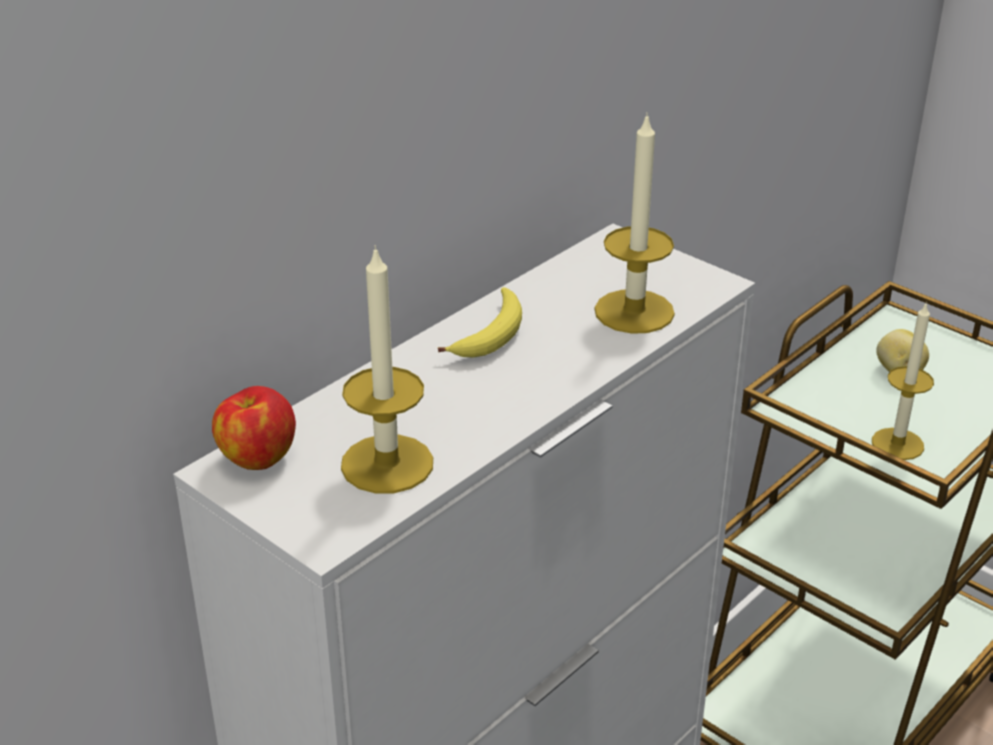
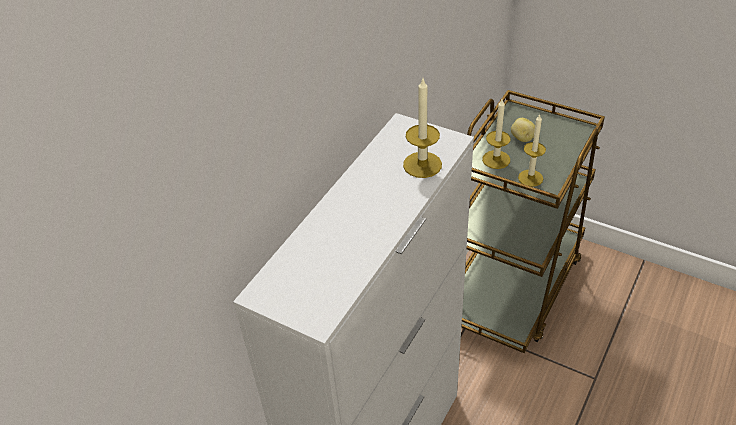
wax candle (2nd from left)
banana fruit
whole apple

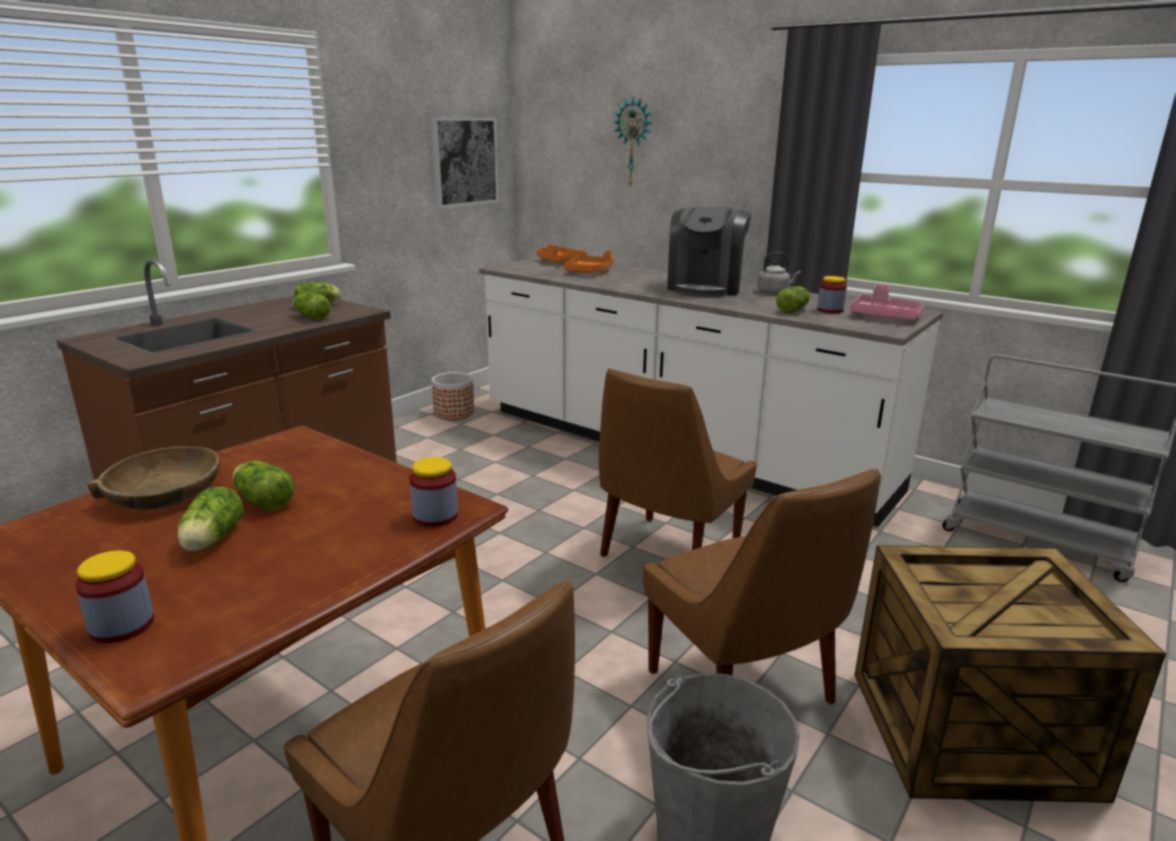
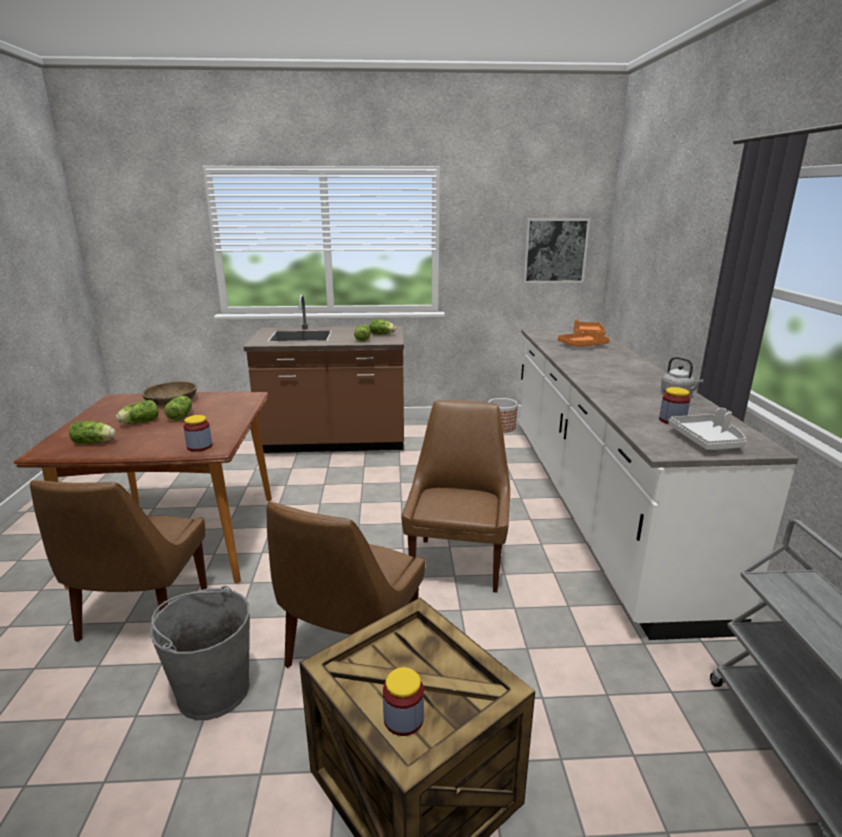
clock on the wall
coffee machine
greyish serving tray
head of lettuce (1st from left)
brownish upright chair (3rd from left)
preserve jar (2nd from left)

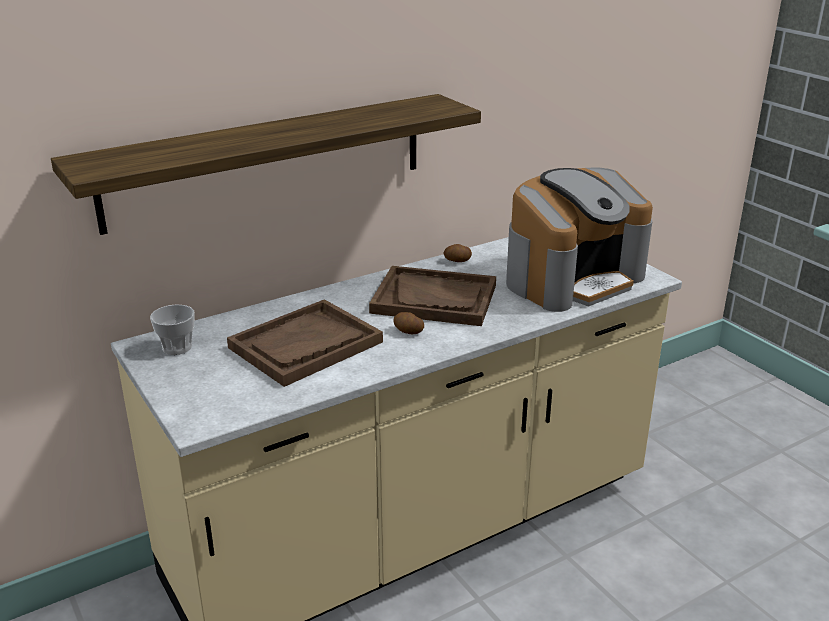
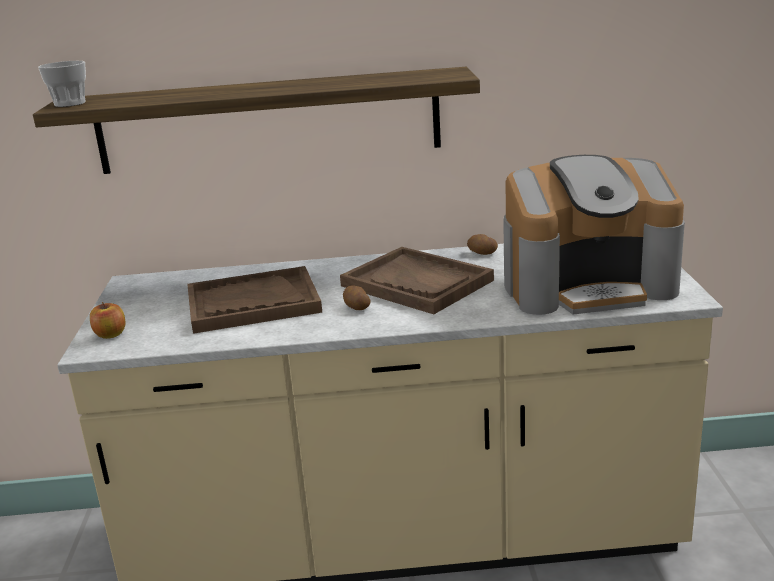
drinking cup
whole apple

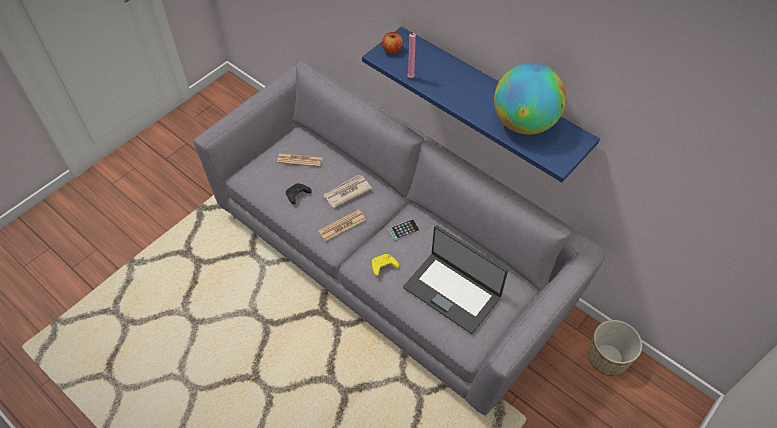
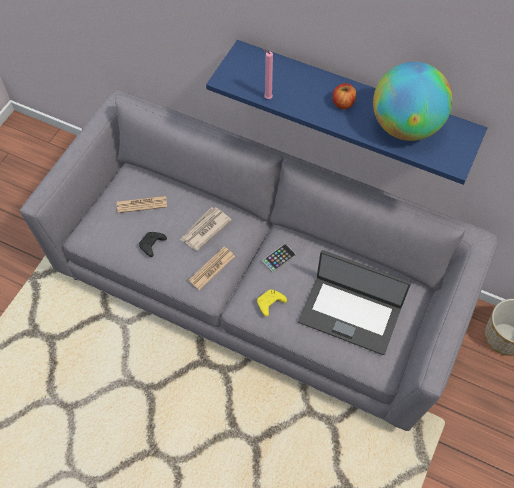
whole apple

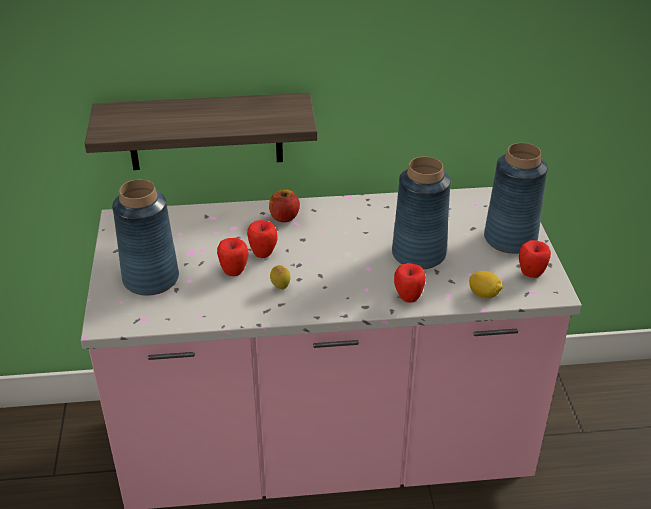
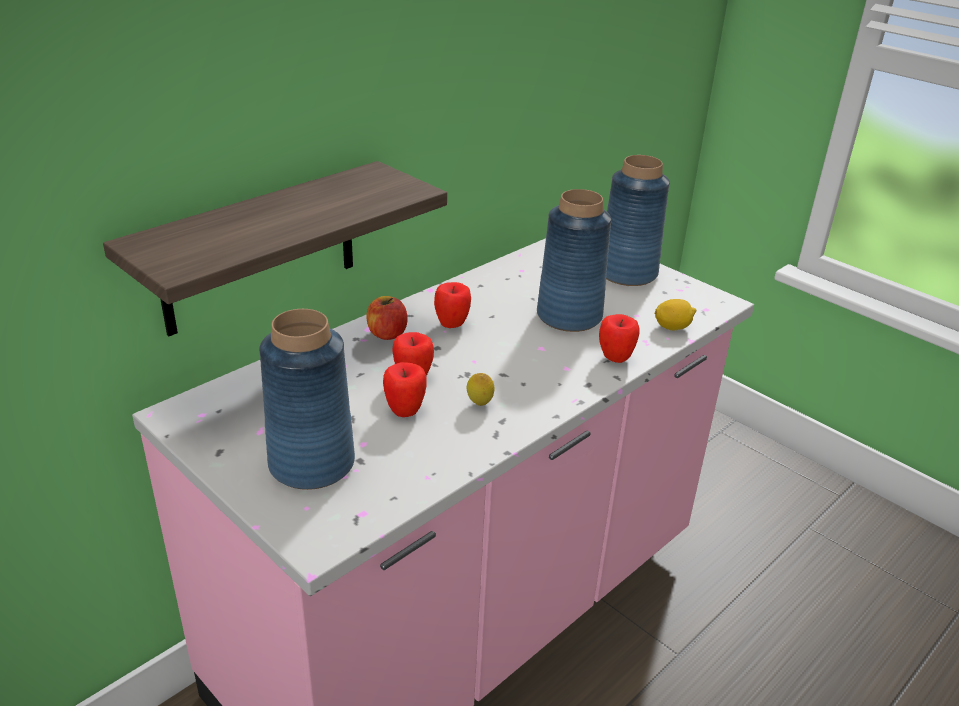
whole apple (4th from left)

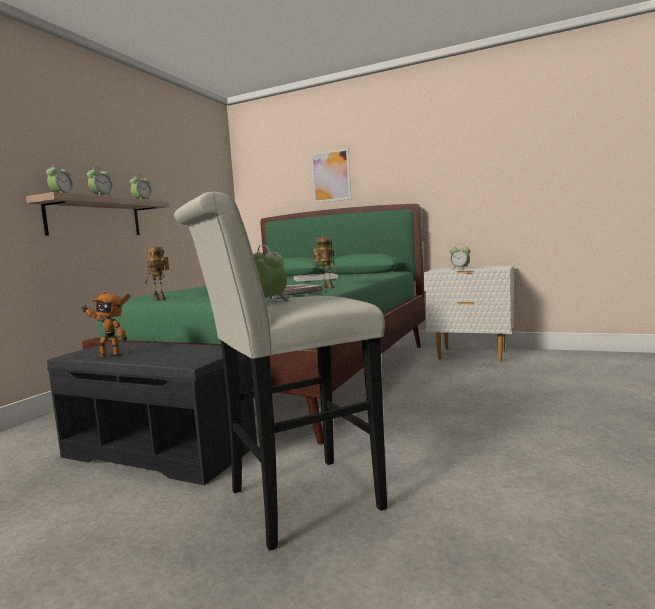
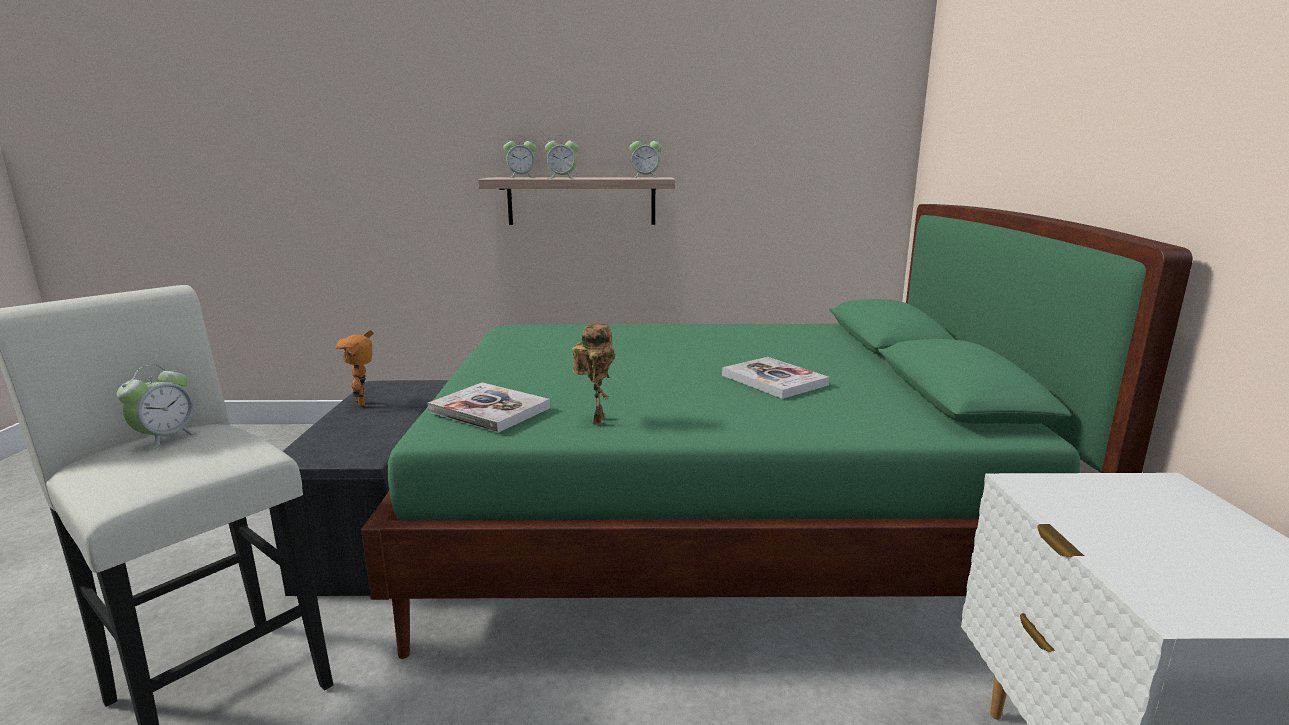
wall picture
table clock (5th from left in the first image)
toy robot (2nd from left in the first image)

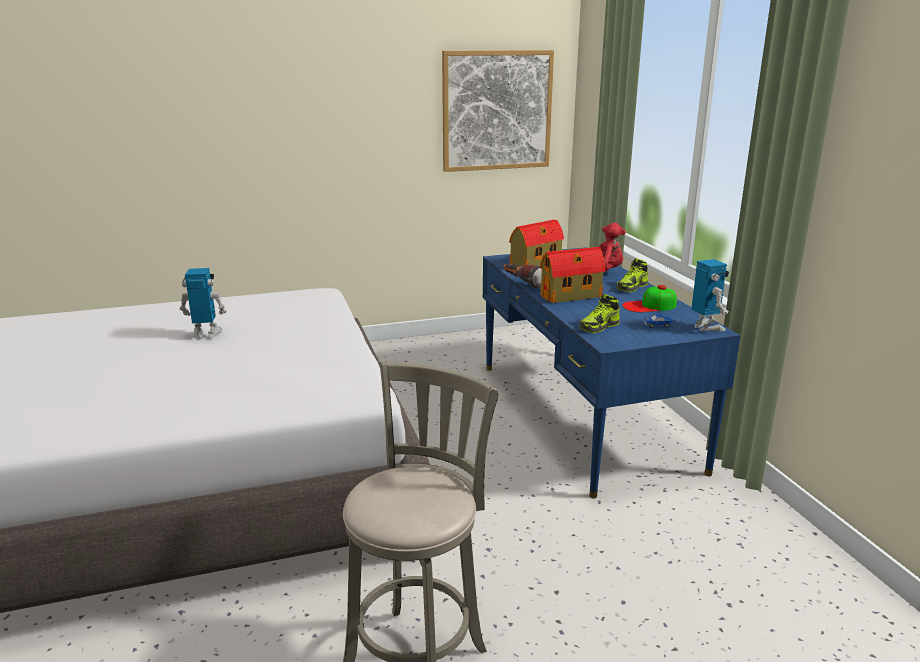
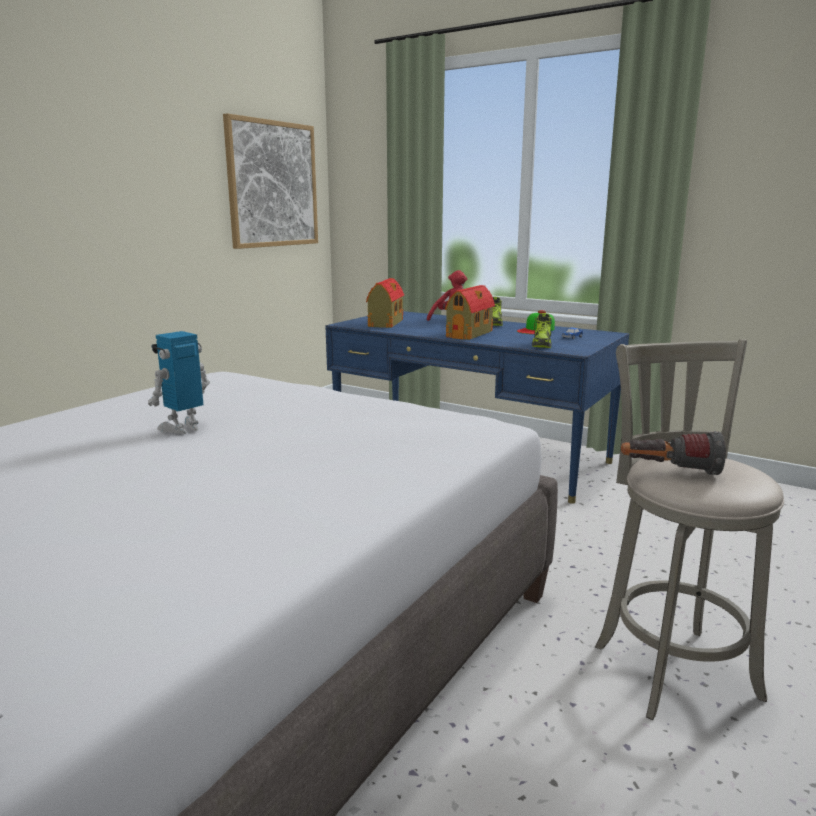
toy robot (2nd from left in the first image)
flashlight

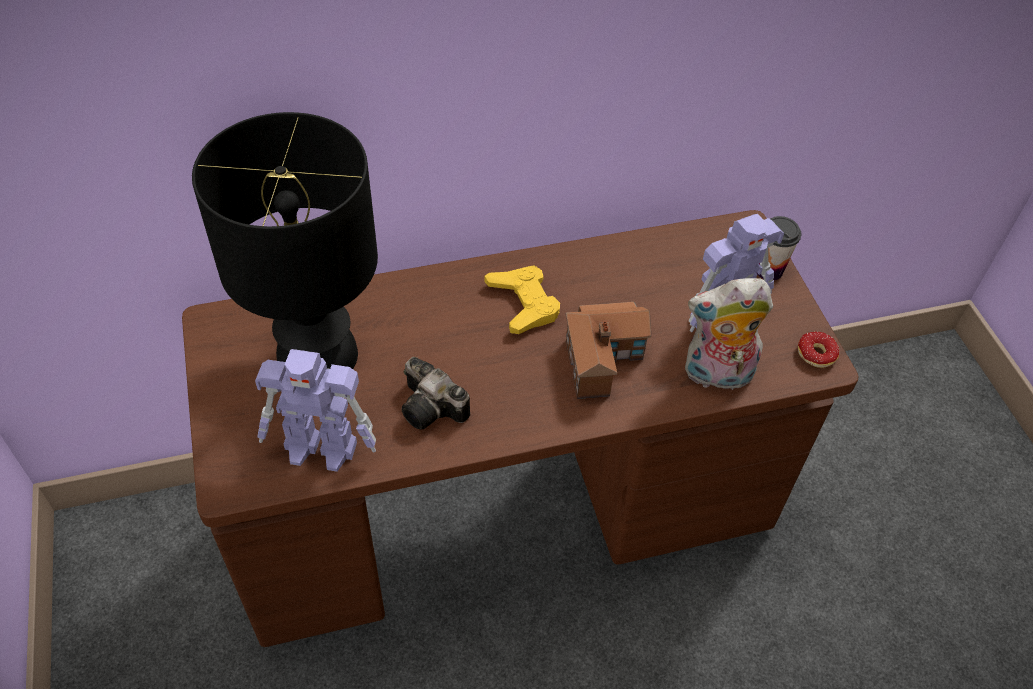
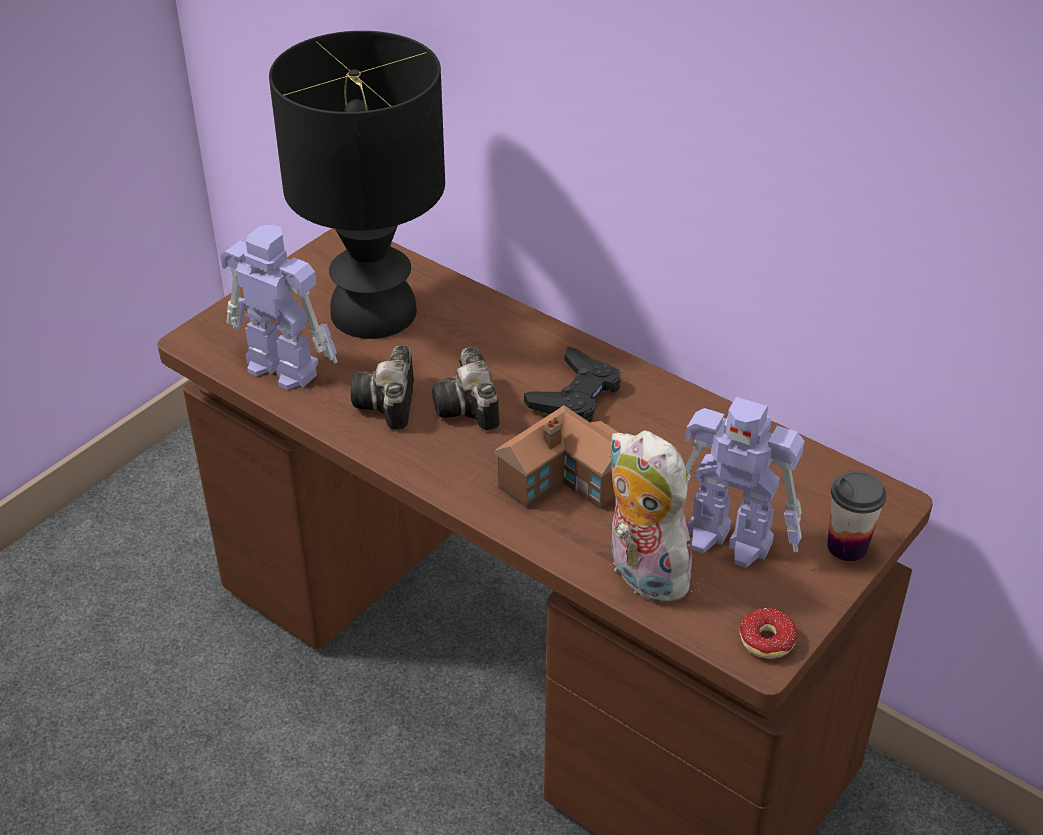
blackish gamepad
toy robot (1st from left)
photo camera (2nd from left)

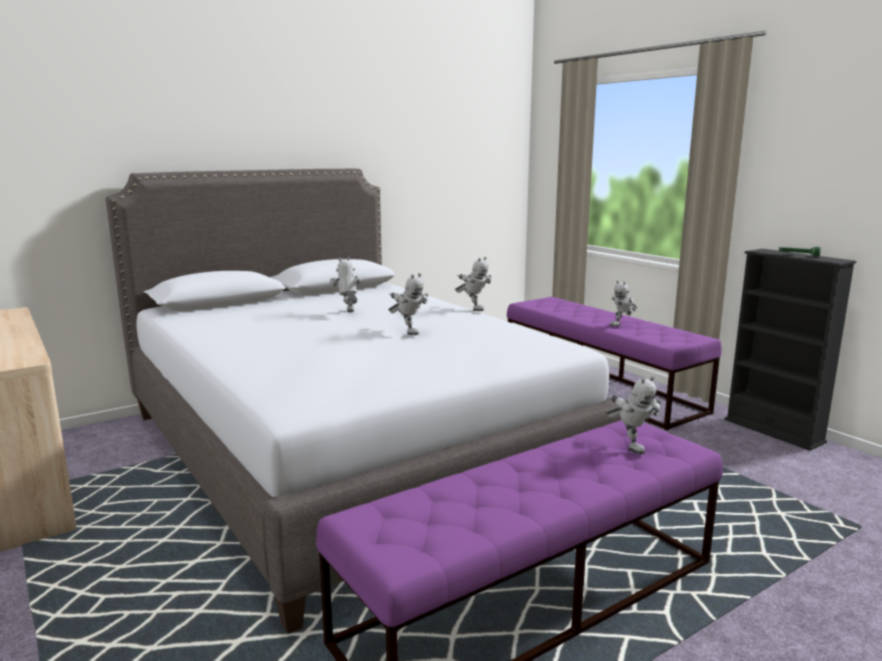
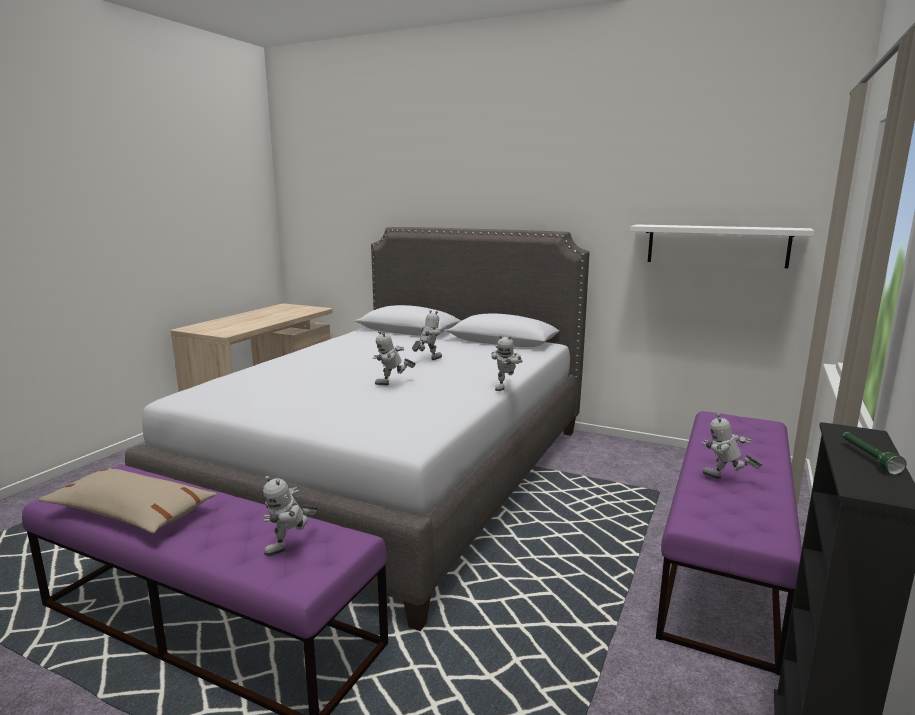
toy robot (2nd from left)
white wall shelf
beige-coloured pillow

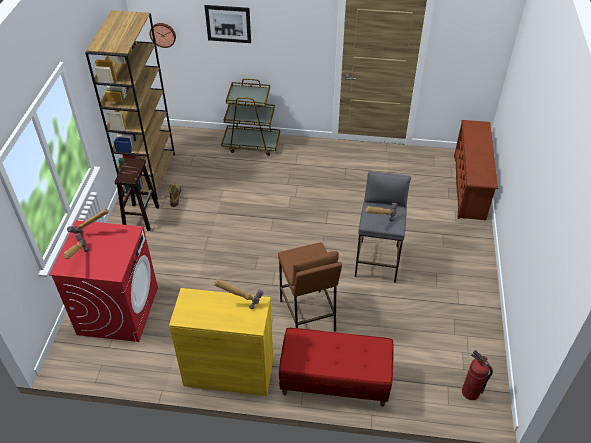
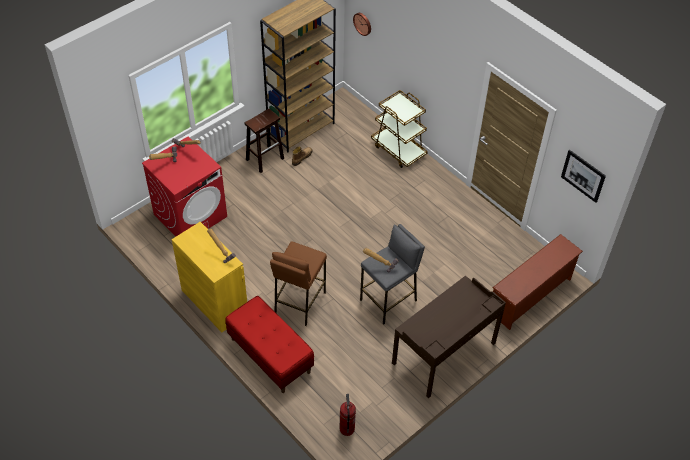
wall picture
brownish desk

